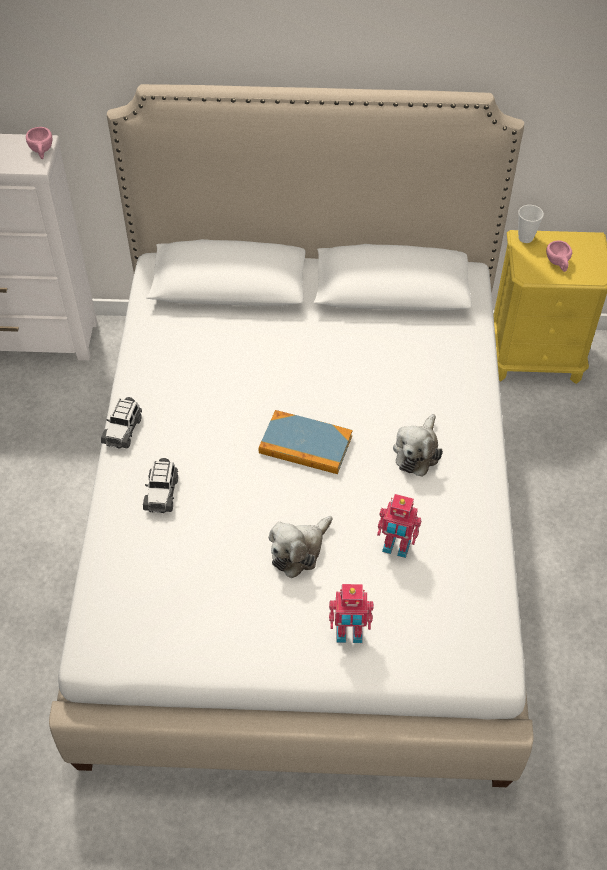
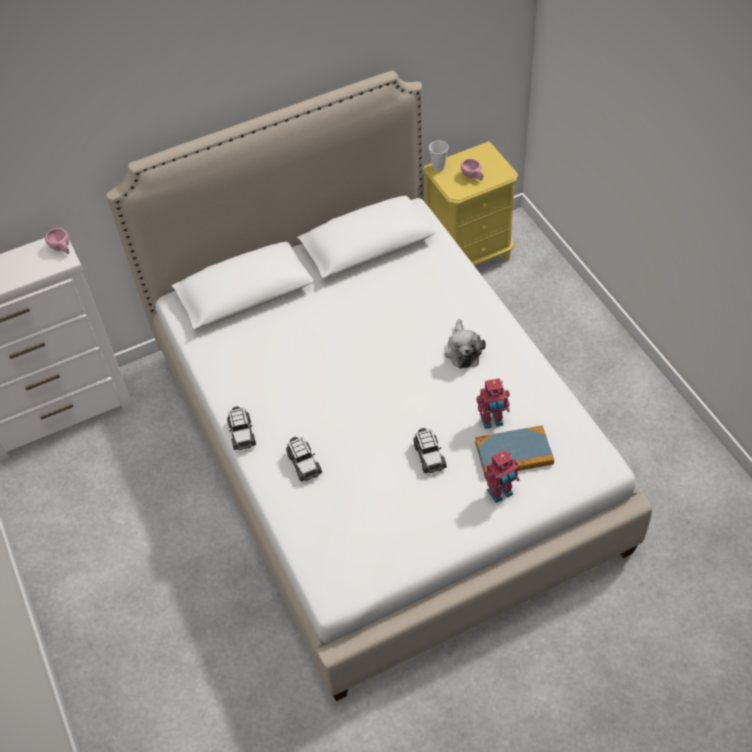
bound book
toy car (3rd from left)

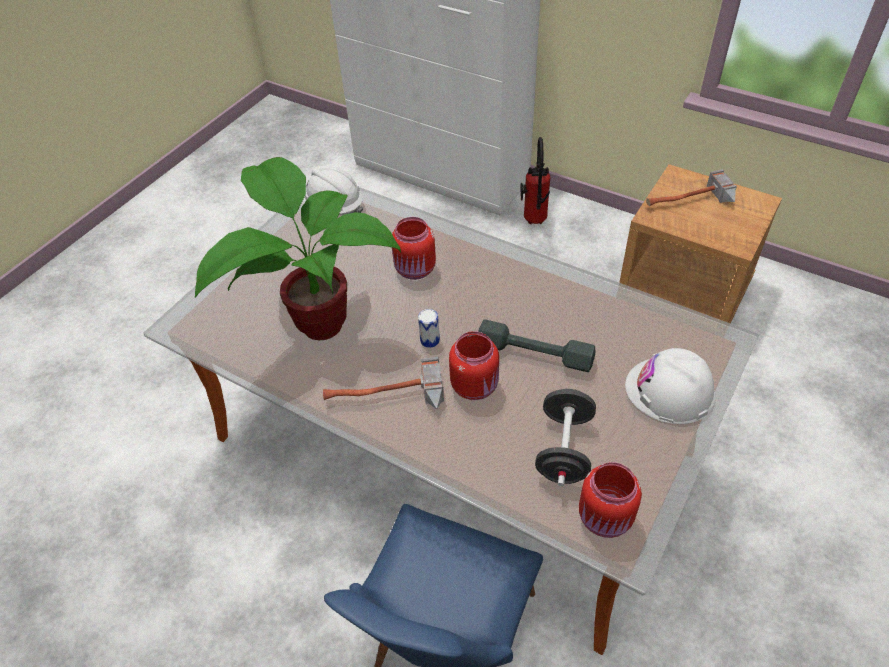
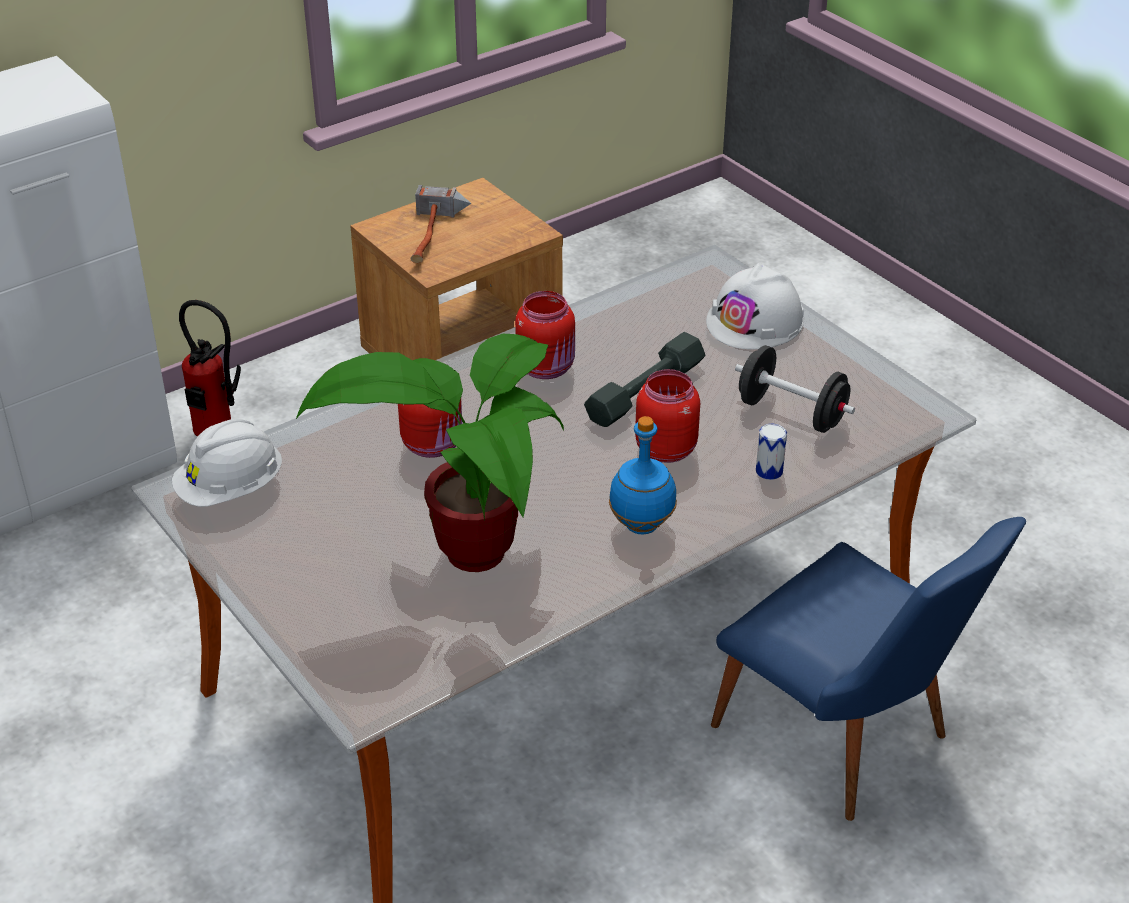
metal can
bluish drink bottle
red-coloured preserve jar (2nd from left)

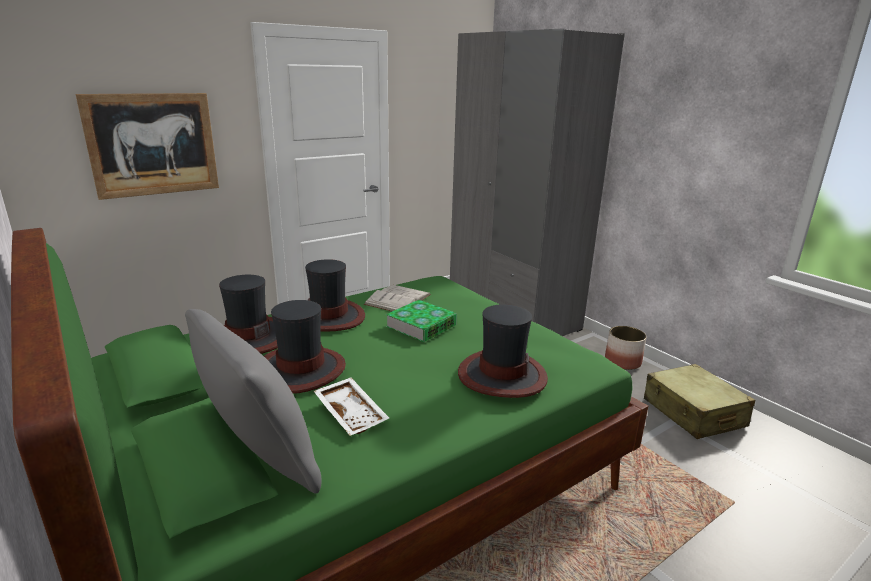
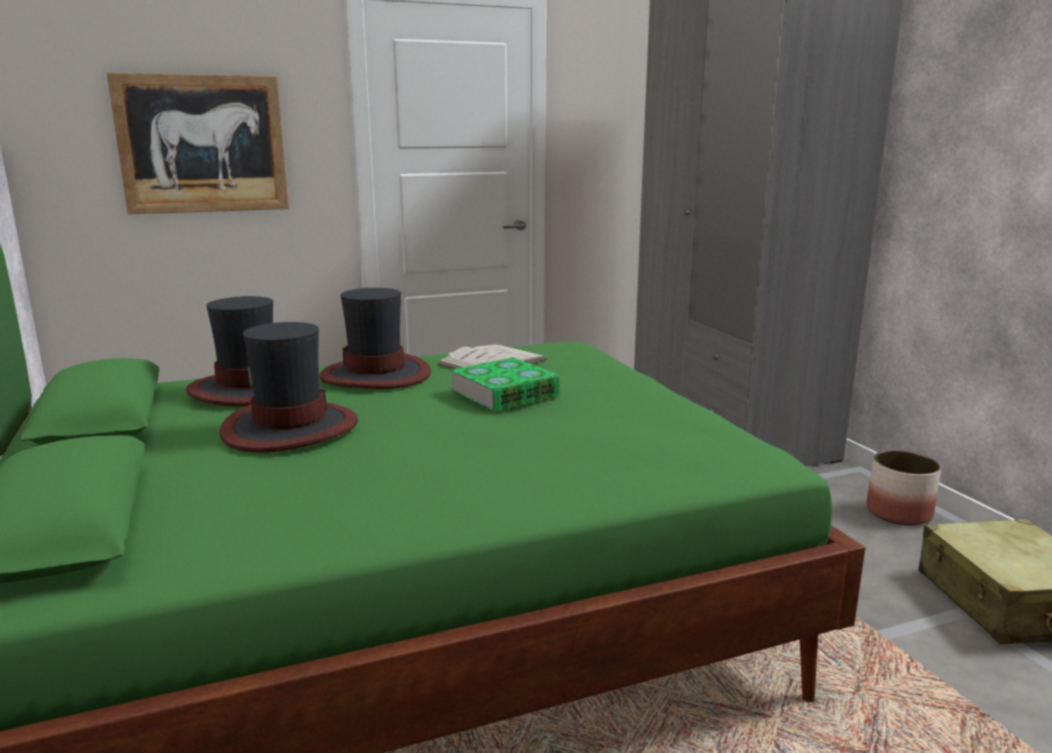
hat (4th from left in the first image)
greyish pillow
white serving tray

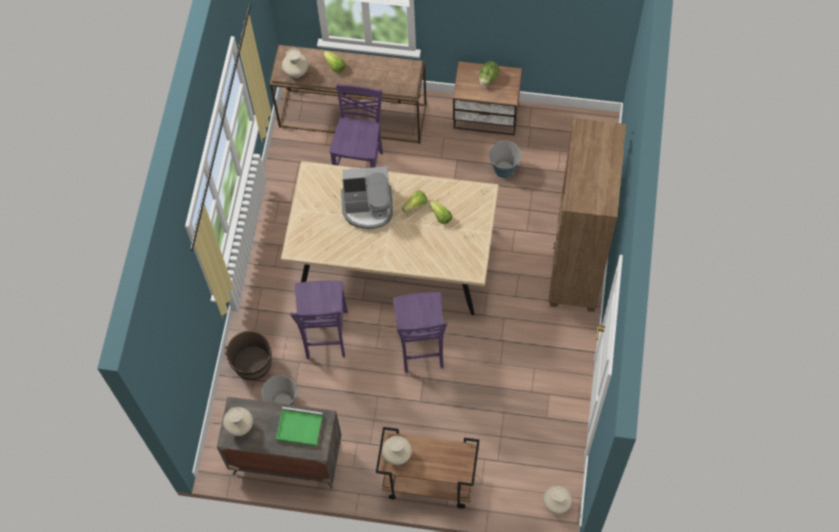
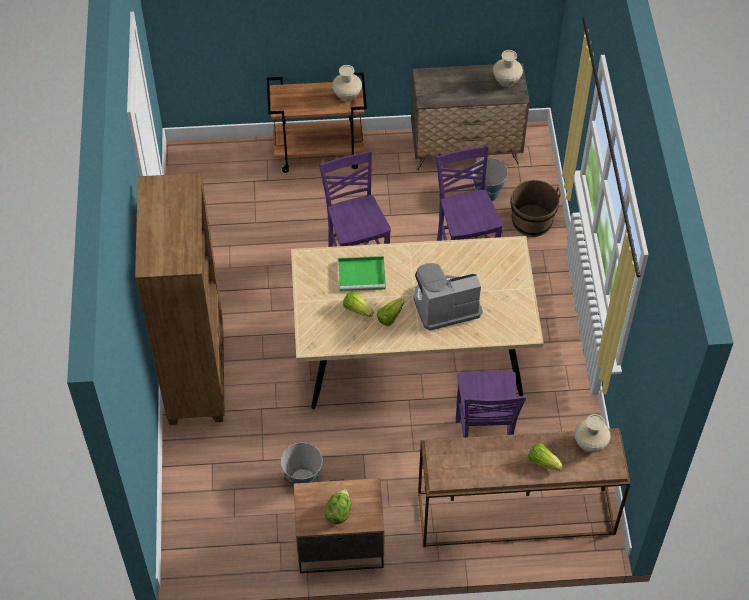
green serving tray
beige-coloured flower vase (4th from left in the first image)

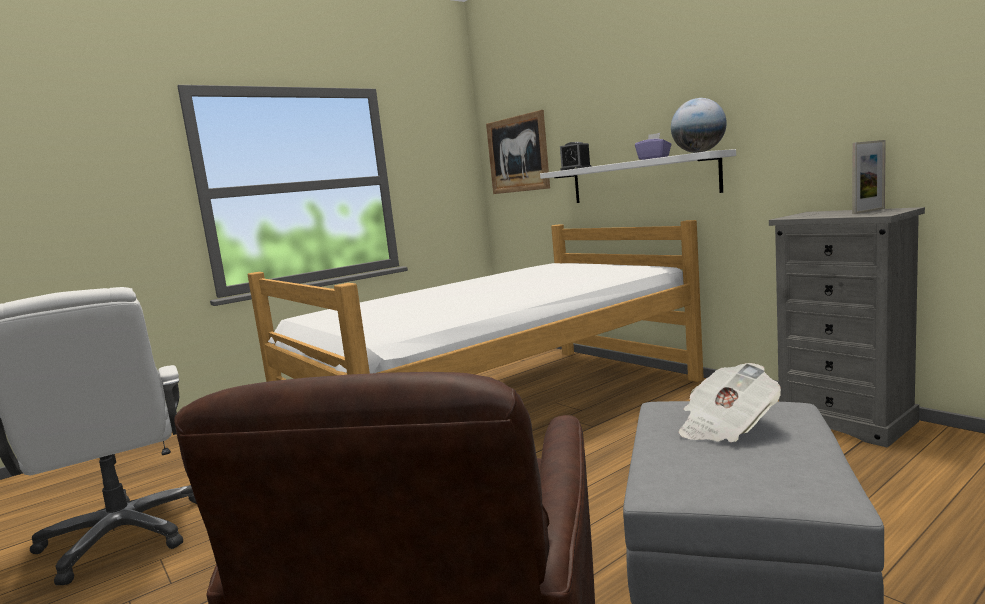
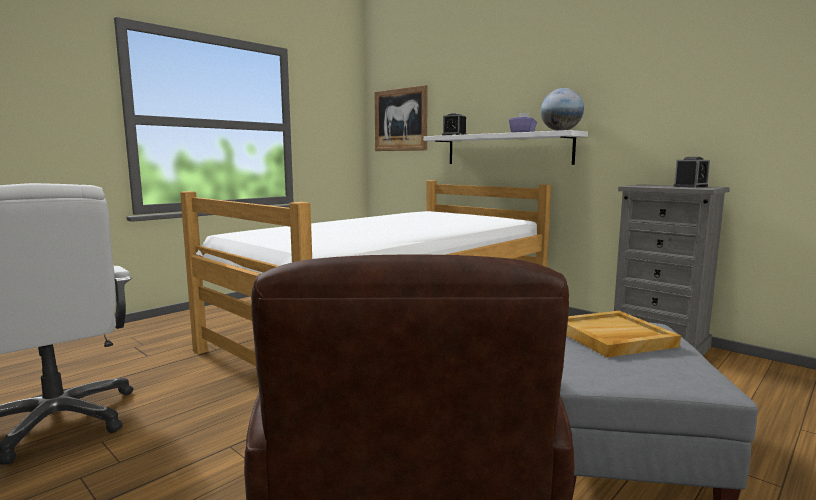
table clock (2nd from left)
beige-coloured serving tray

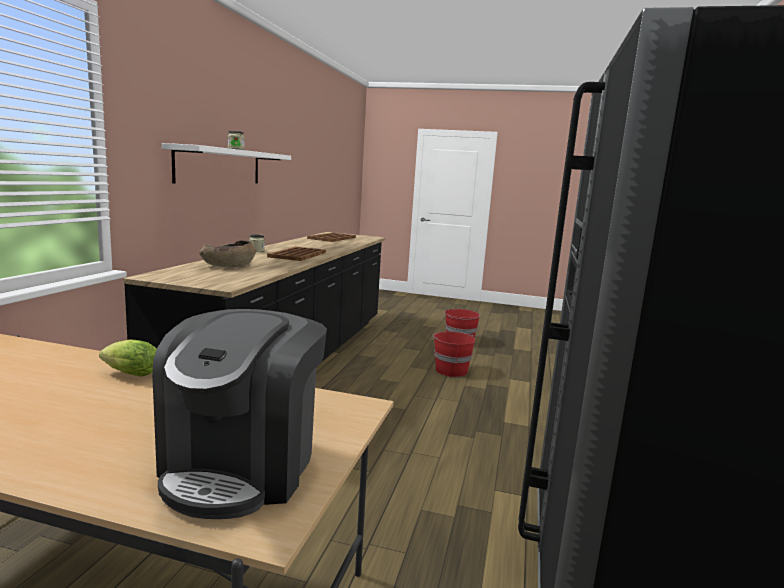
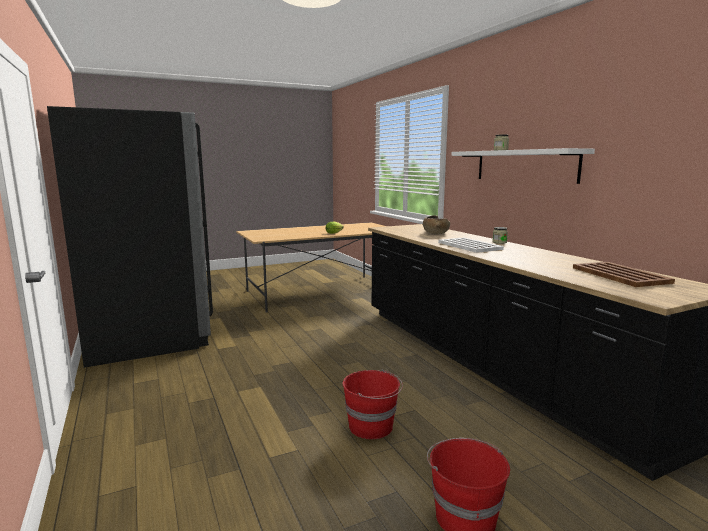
white serving tray
coffee machine

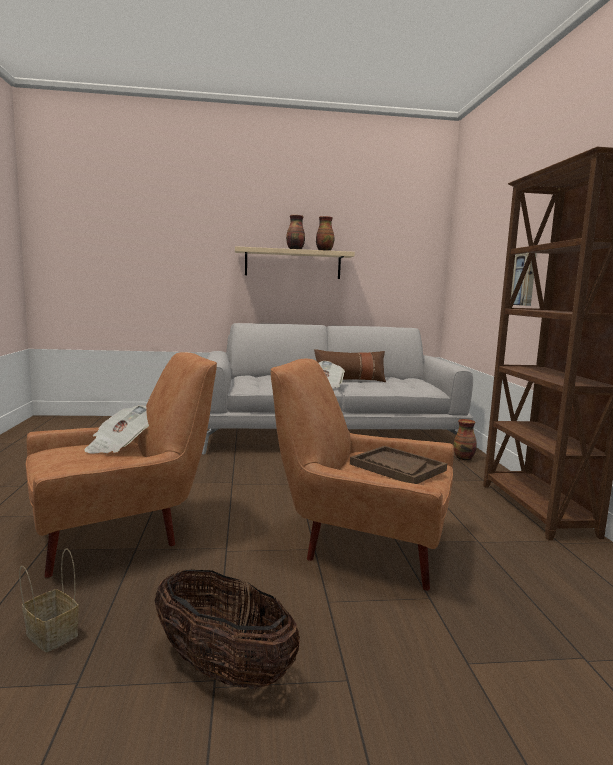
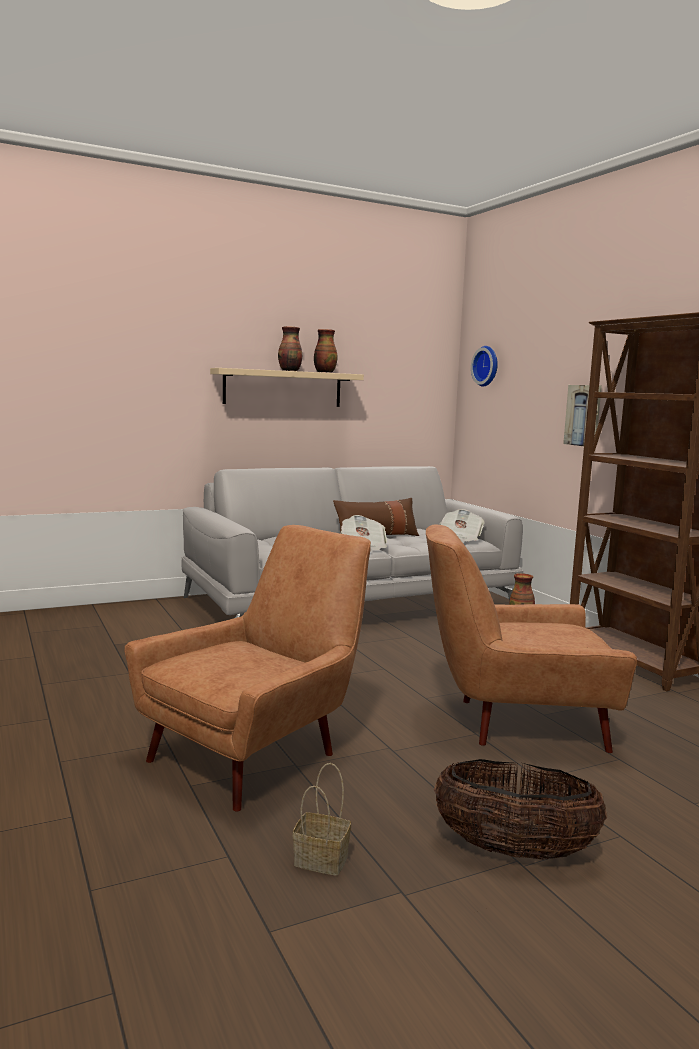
daily paper (2nd from left)
brownish serving tray
clock on the wall

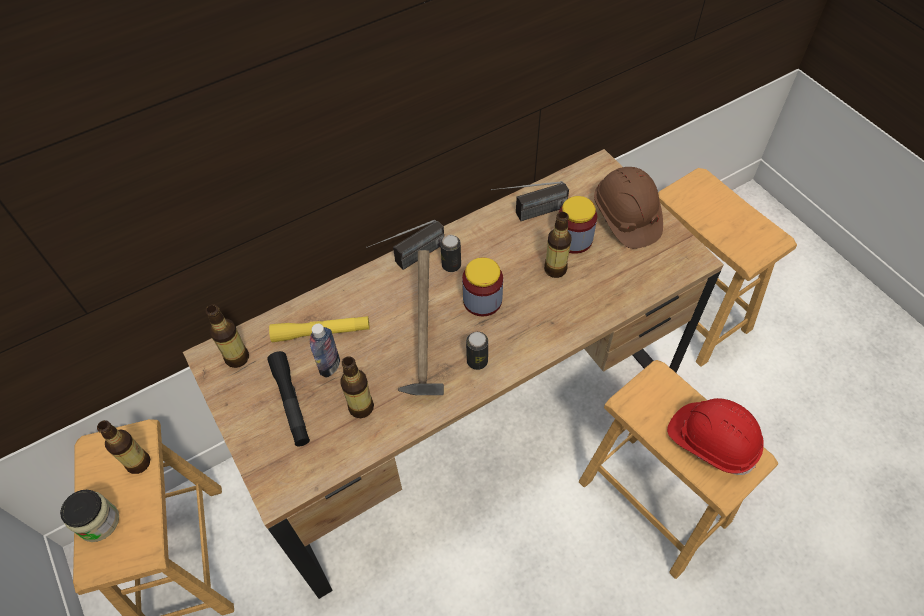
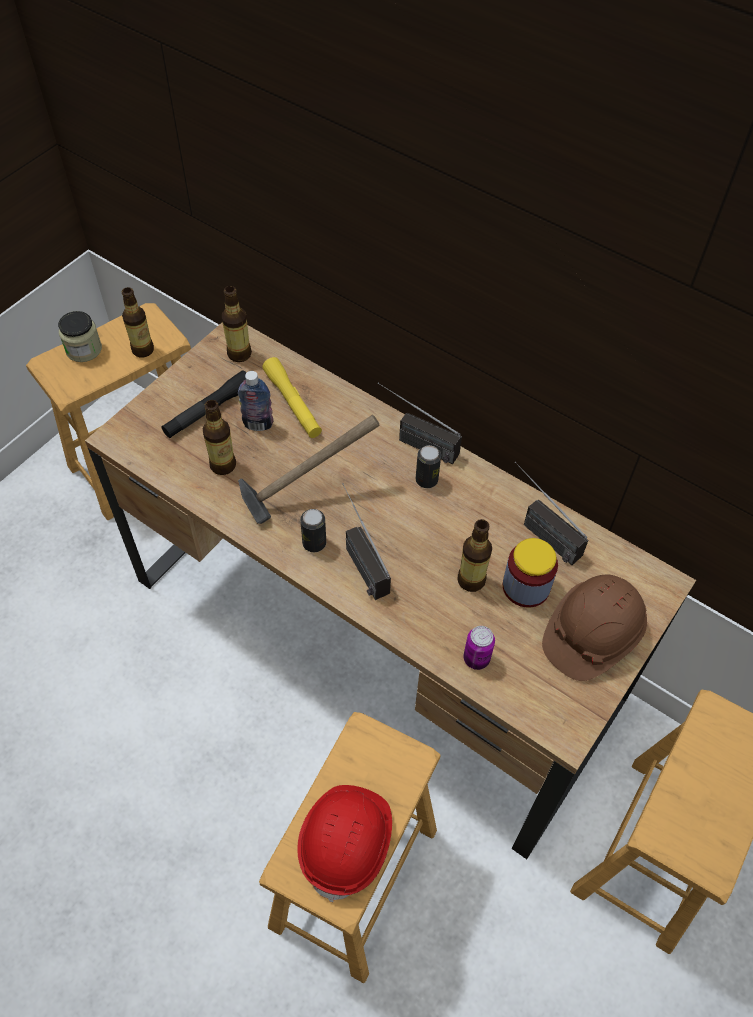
preserve jar (2nd from left in the first image)
radio (1st from left)
metal can (3rd from left)

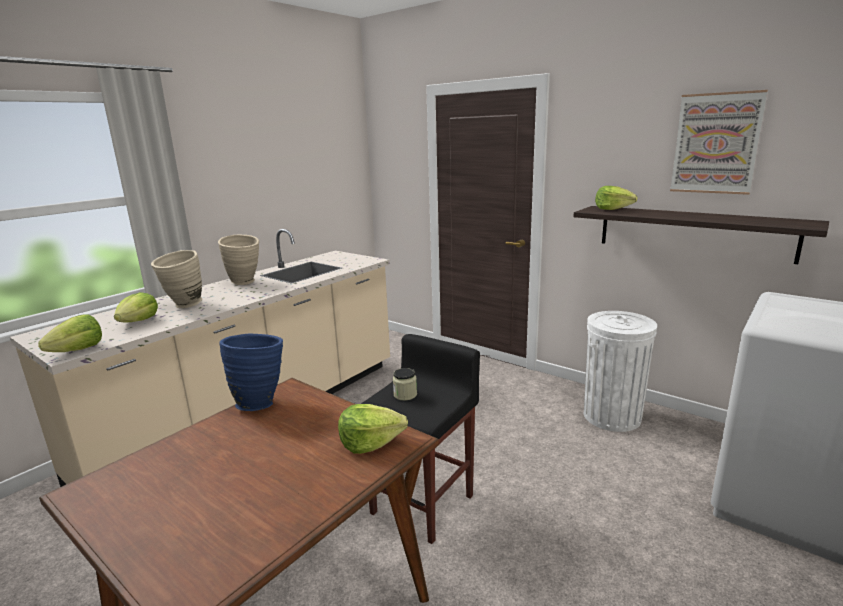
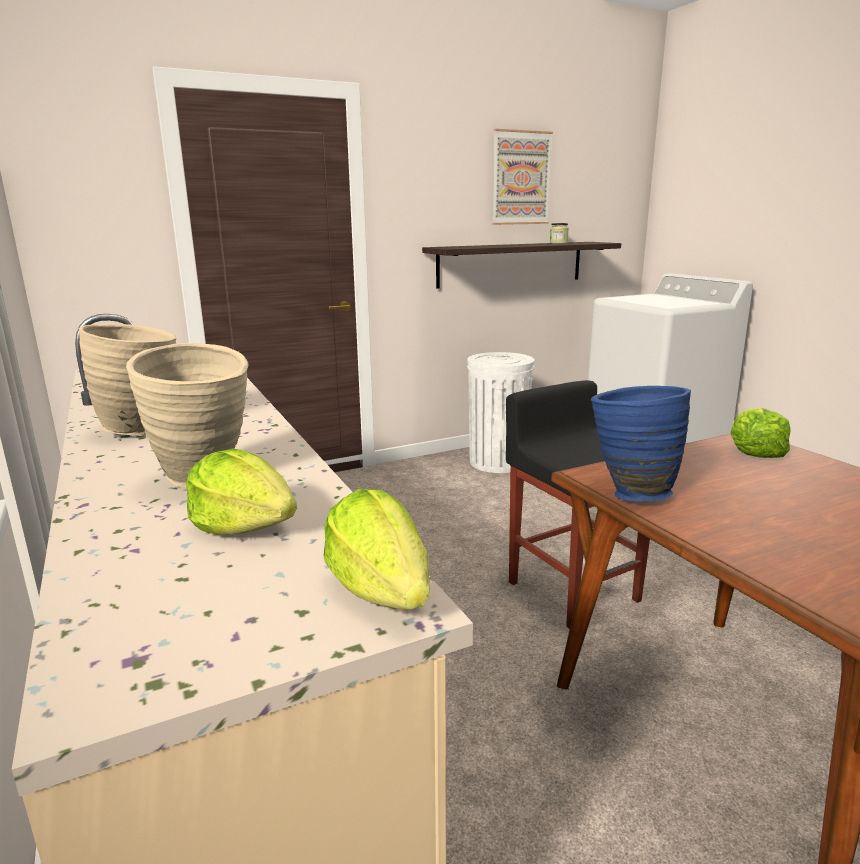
head of lettuce (4th from left in the first image)
preserve jar

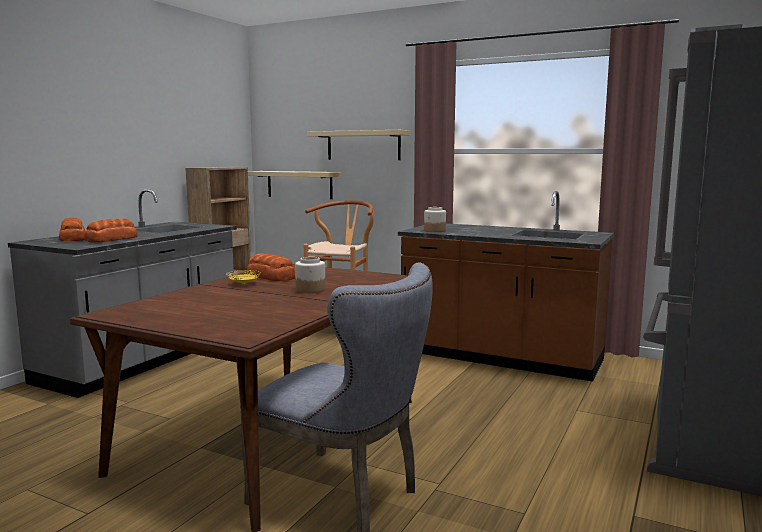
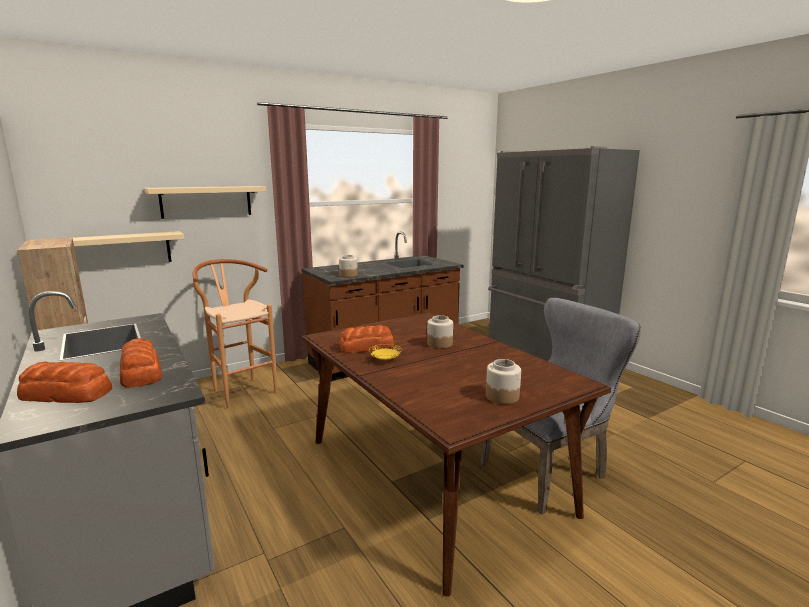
preserve jar (3rd from left)

